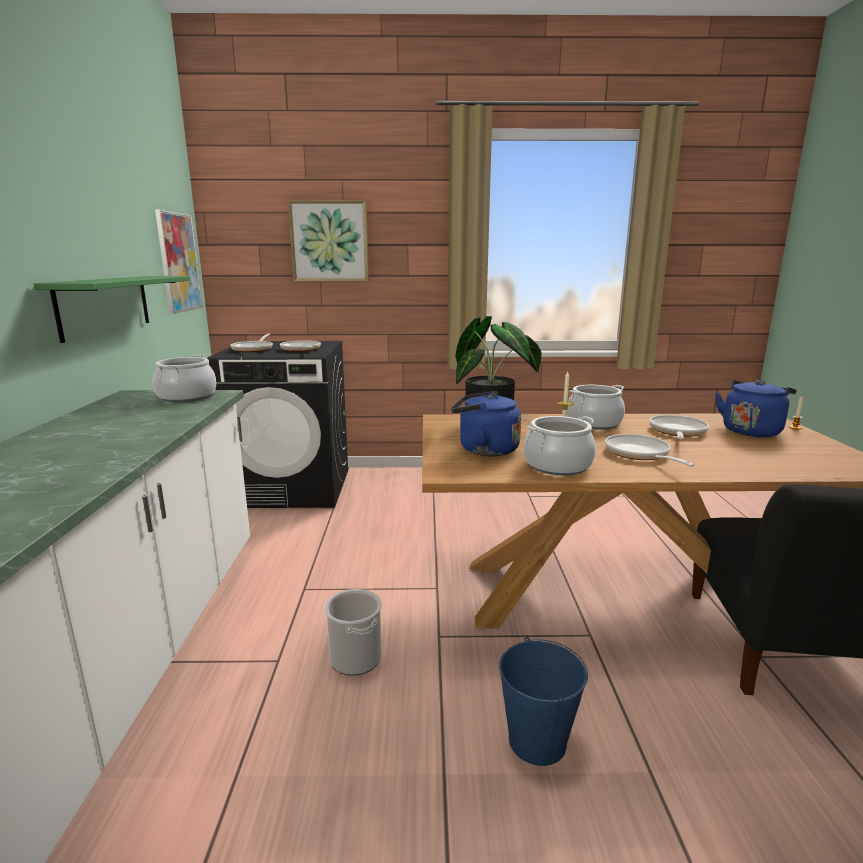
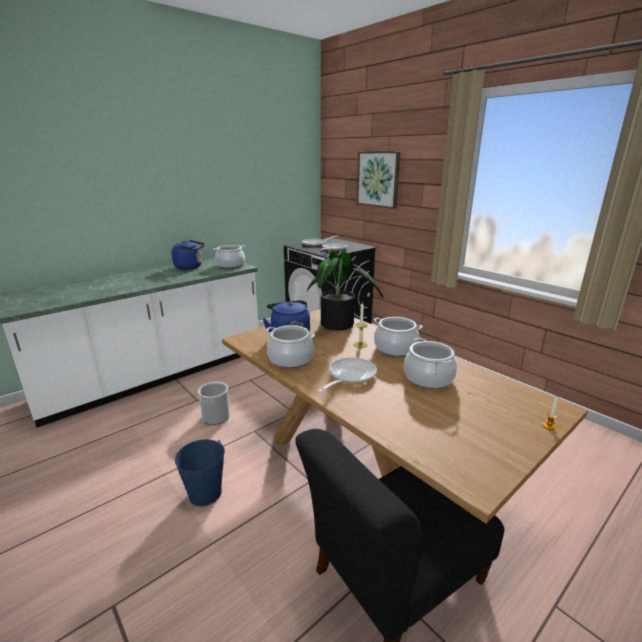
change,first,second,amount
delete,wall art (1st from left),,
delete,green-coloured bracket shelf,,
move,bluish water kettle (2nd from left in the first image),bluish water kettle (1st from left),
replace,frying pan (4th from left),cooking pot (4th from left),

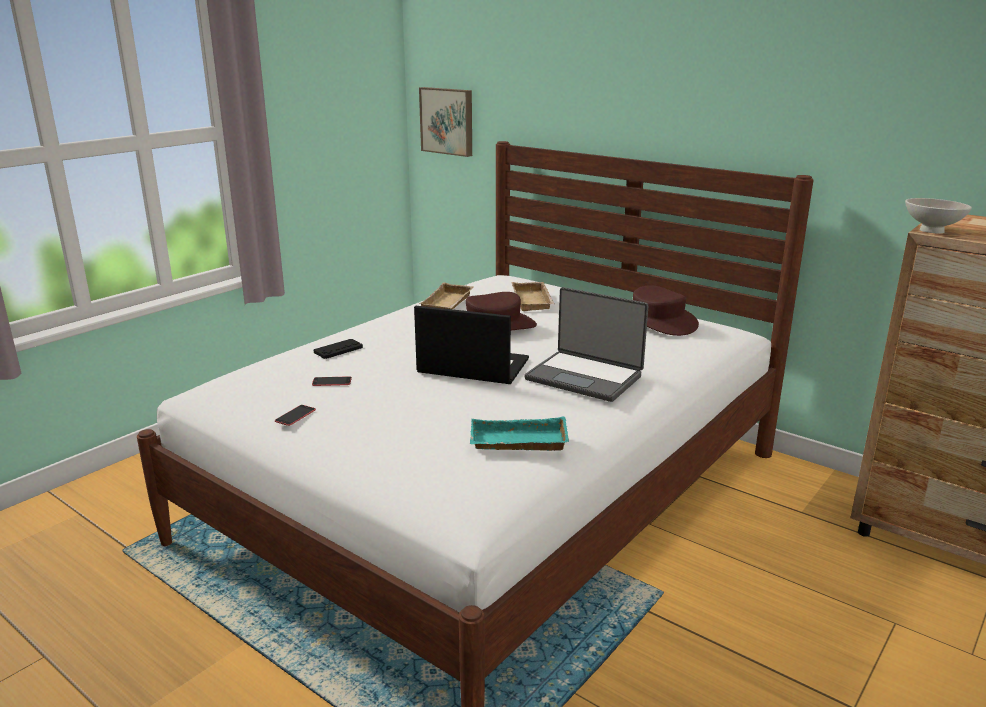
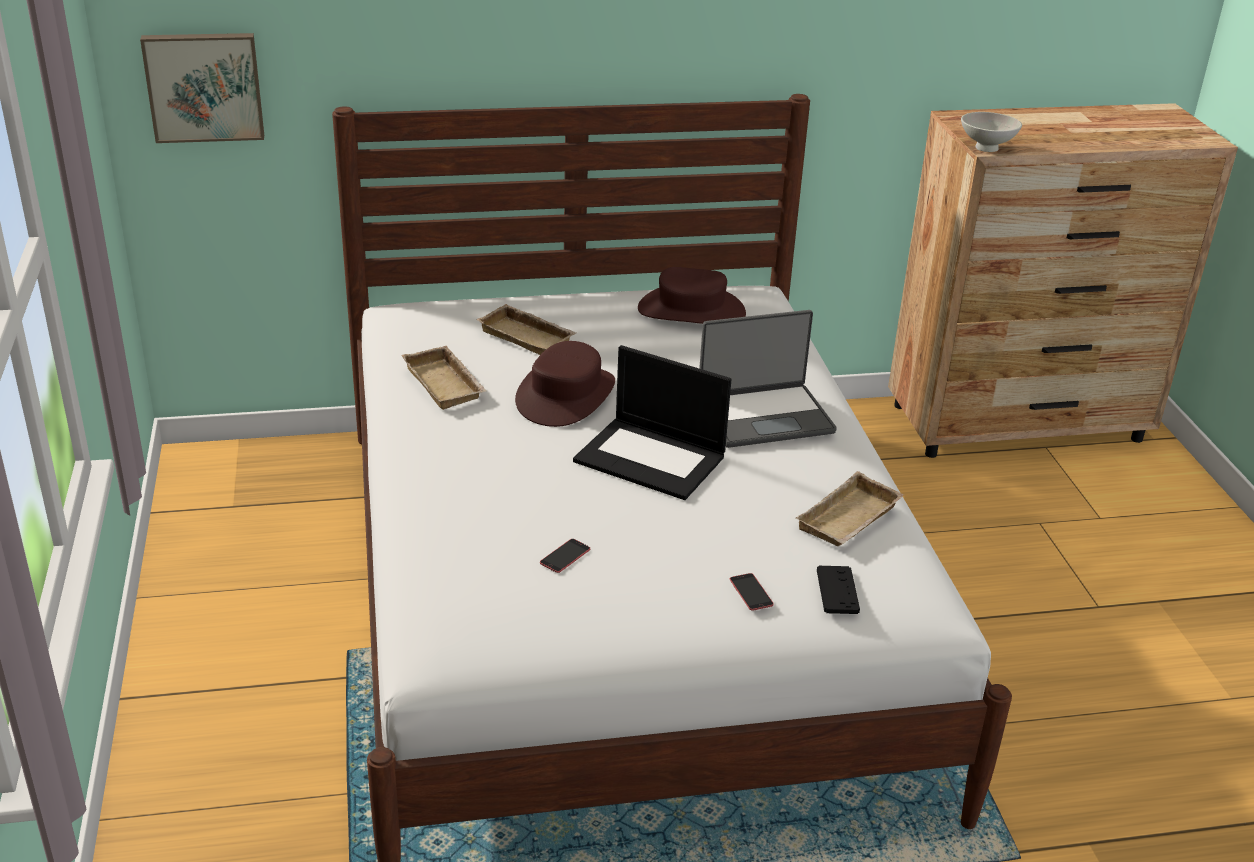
change,first,second,amount
rotate,portable computer (1st from left),,120 degrees counterclockwise
move,blackish joypad,,
move,handset (1st from left in the first image),handset (2nd from left),
recolor,blue-green carrying tray,beige-coloured carrying tray (3rd from left),

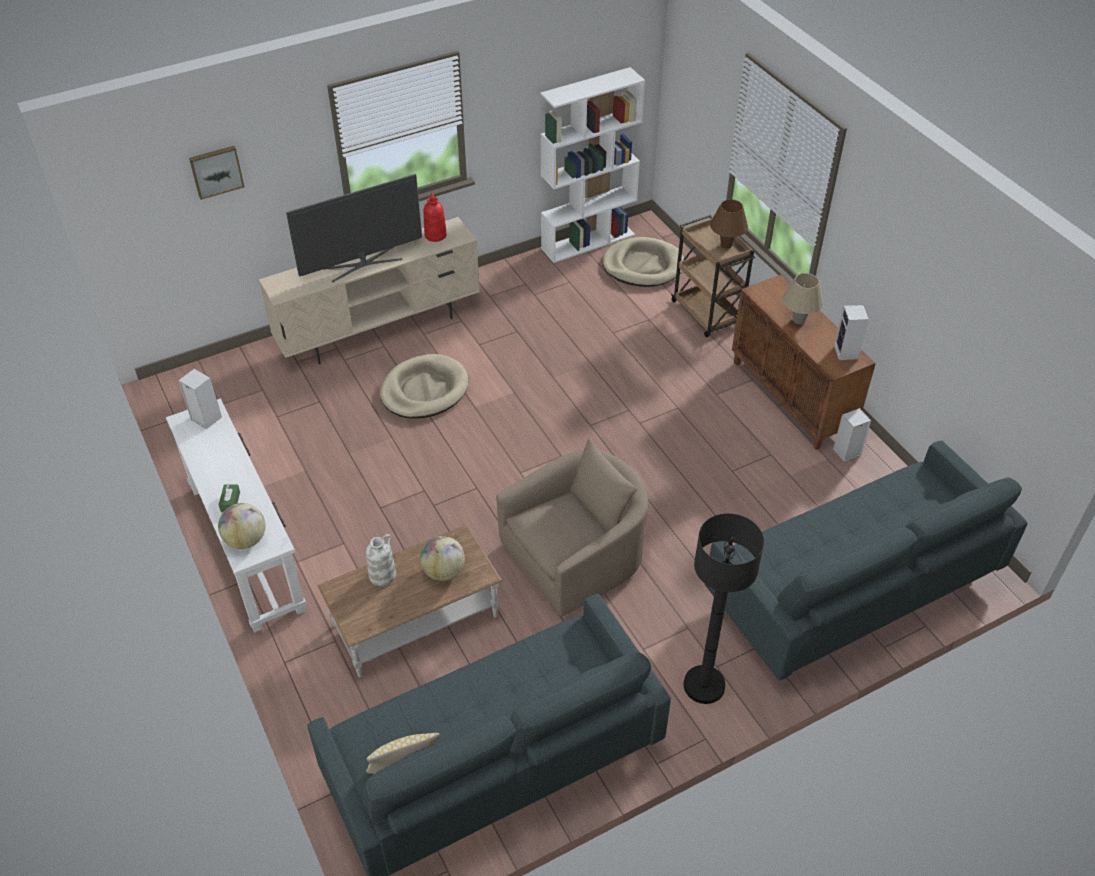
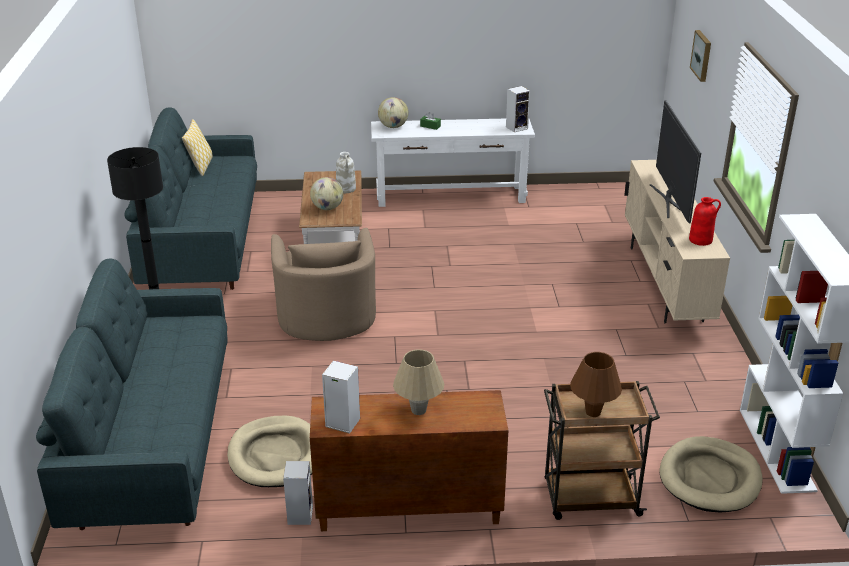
change,first,second,amount
move,beige-coloured dog bed (1st from left),,

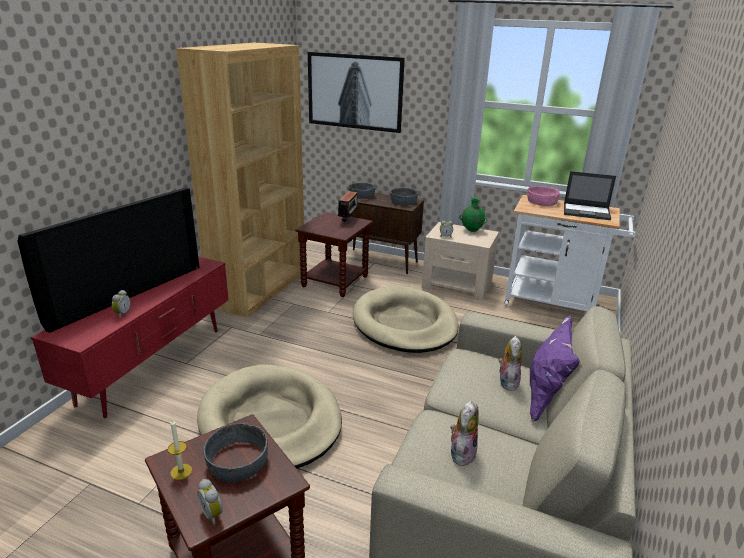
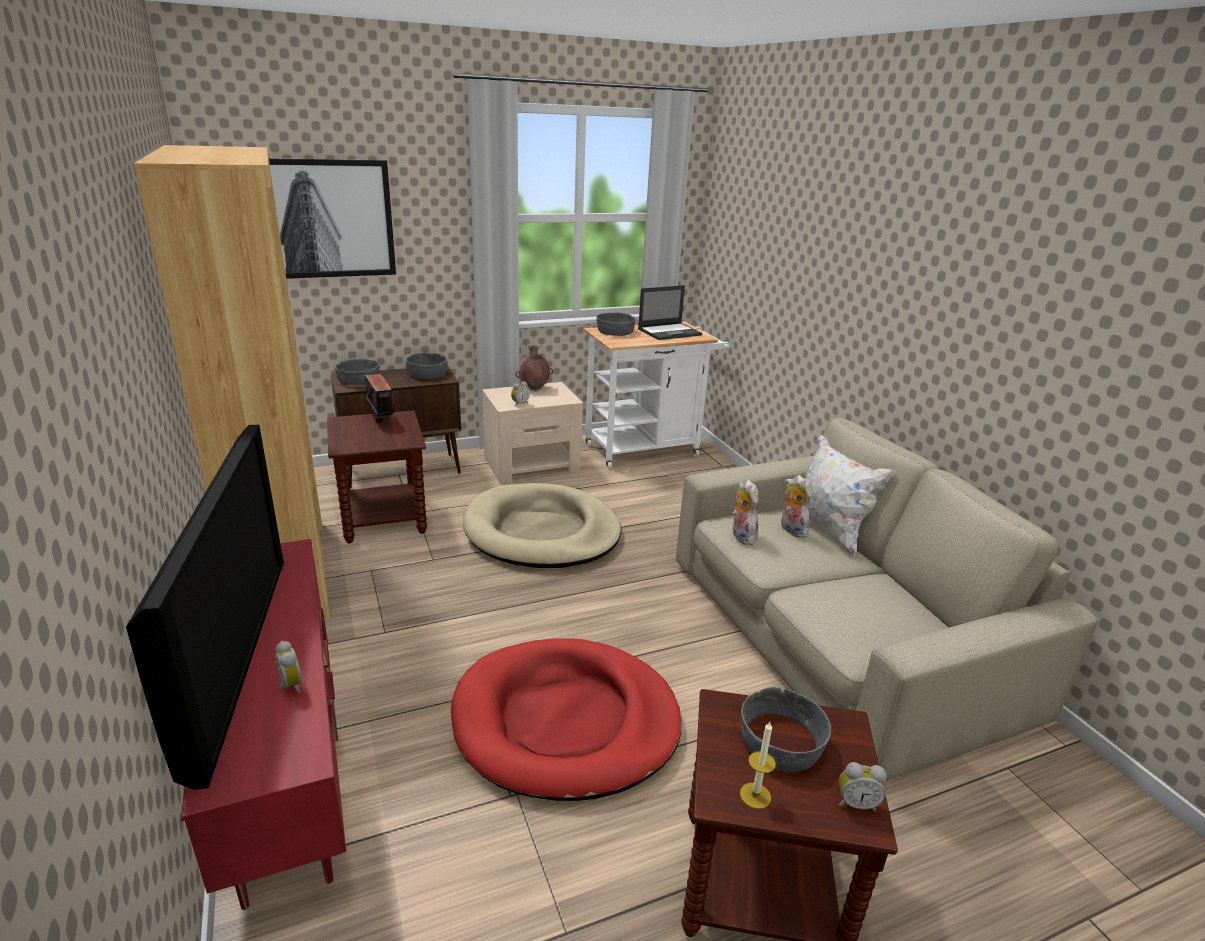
change,first,second,amount
recolor,pinkish deep dish,gray deep dish (3rd from left),
recolor,green-coloured flower vase,brown flower vase,
recolor,purple-coloured pillow,whitish pillow,
recolor,beige-coloured dog bed (1st from left),red-coloured dog bed,
move,cuddly toy (1st from left),,

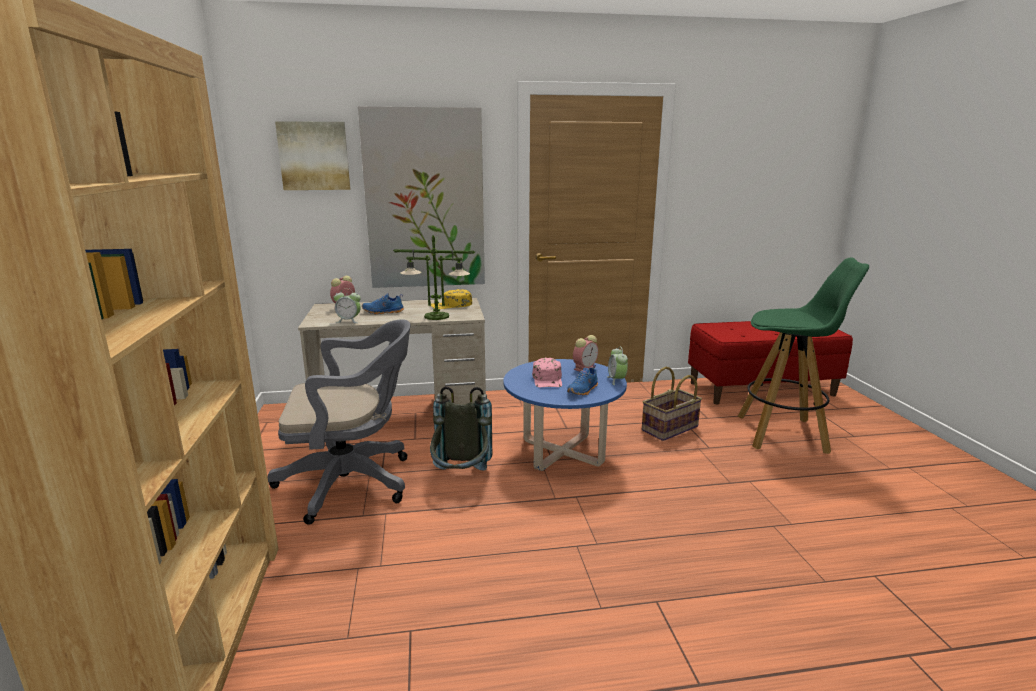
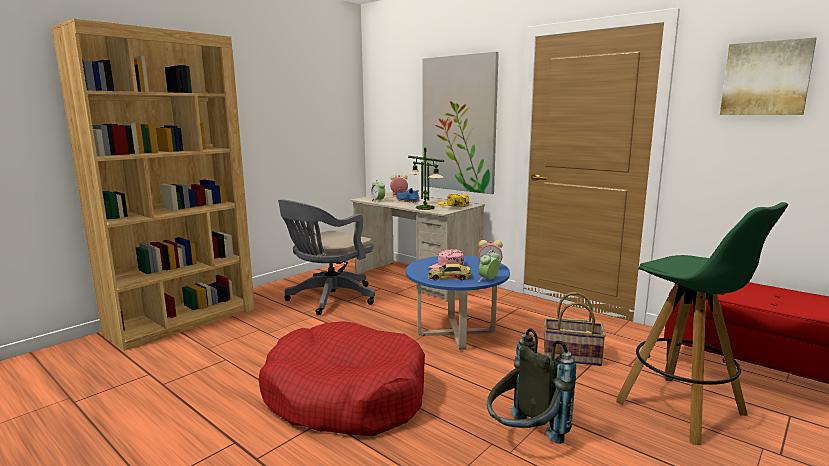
change,first,second,amount
move,wall art (1st from left in the first image),wall art (2nd from left),
rotate,gray office chair,,90 degrees clockwise
replace,bluish item of footwear (2nd from left),model car,
move,gray knapsack,,
insert,,red-coloured dog bed,

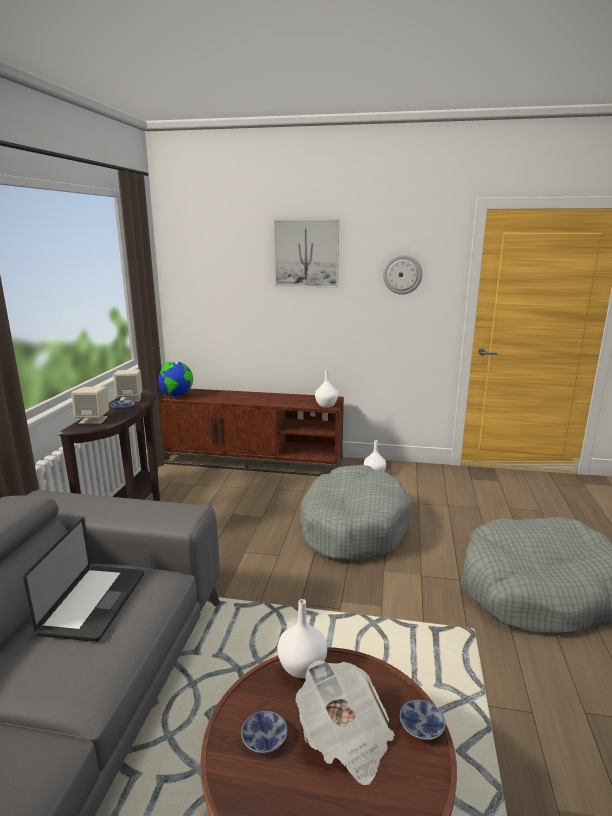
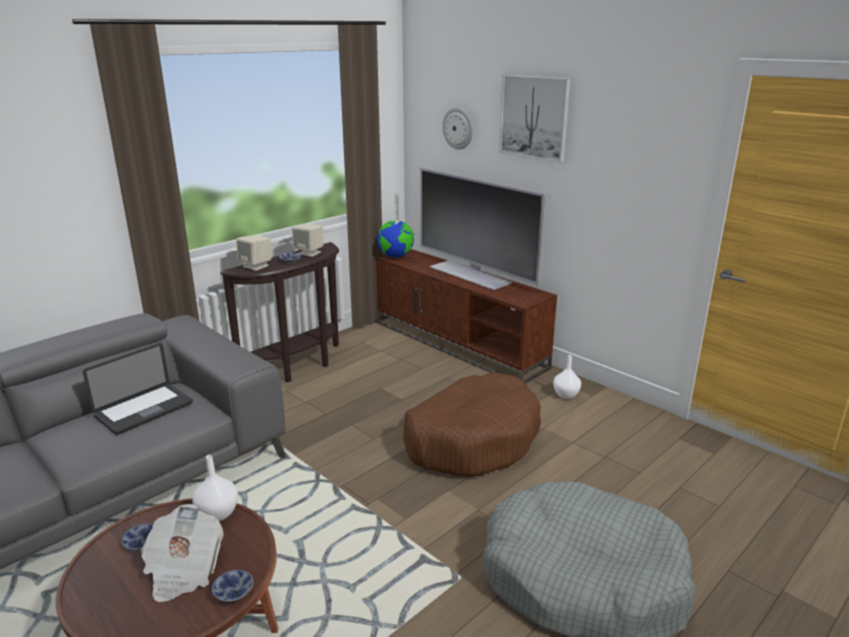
change,first,second,amount
move,wall clock,,
delete,whitish flower vase (2nd from left),,
recolor,gray dog bed (1st from left),brown dog bed,
insert,,TV,

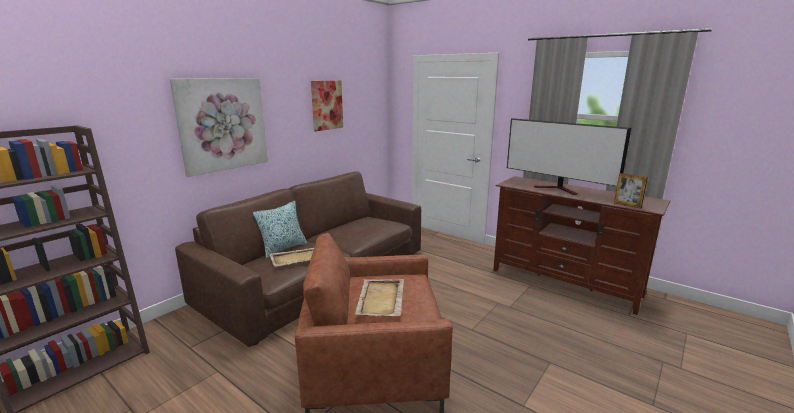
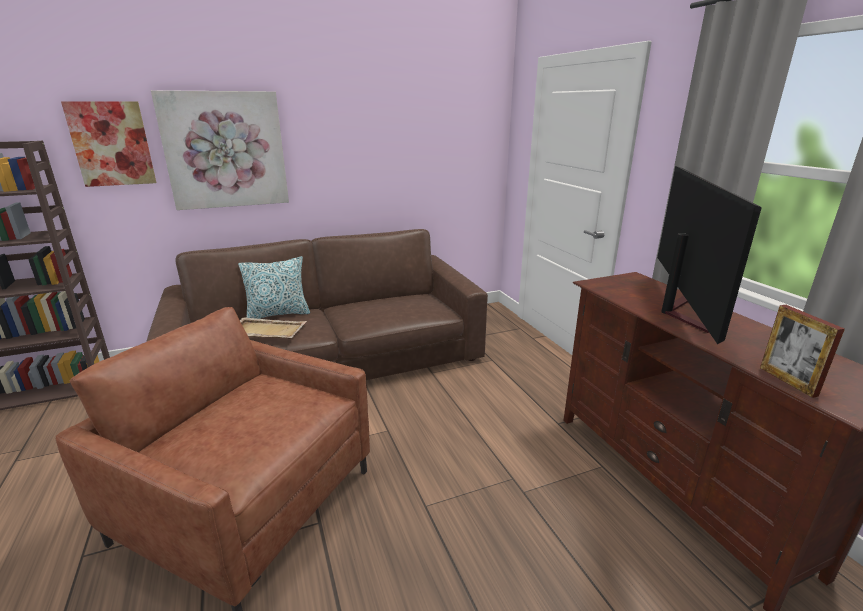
change,first,second,amount
move,wall art (2nd from left in the first image),wall art (1st from left),
rotate,TV,,150 degrees counterclockwise
delete,beige-coloured carrying tray (2nd from left),,

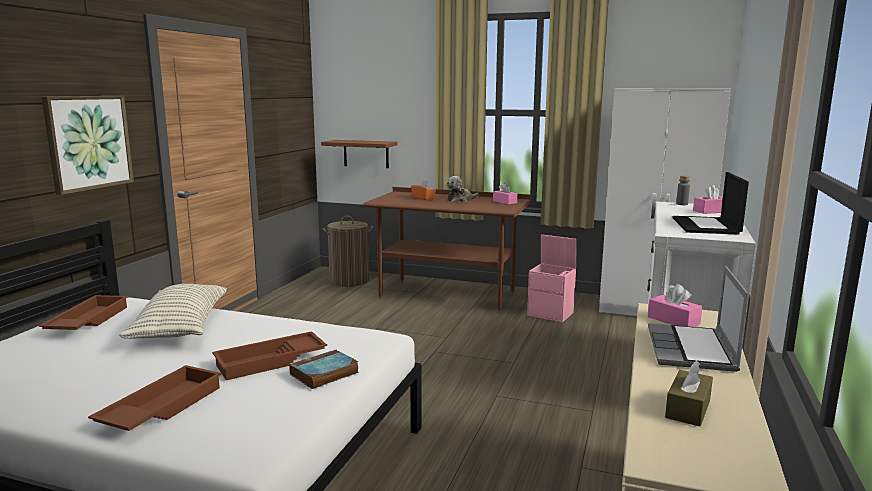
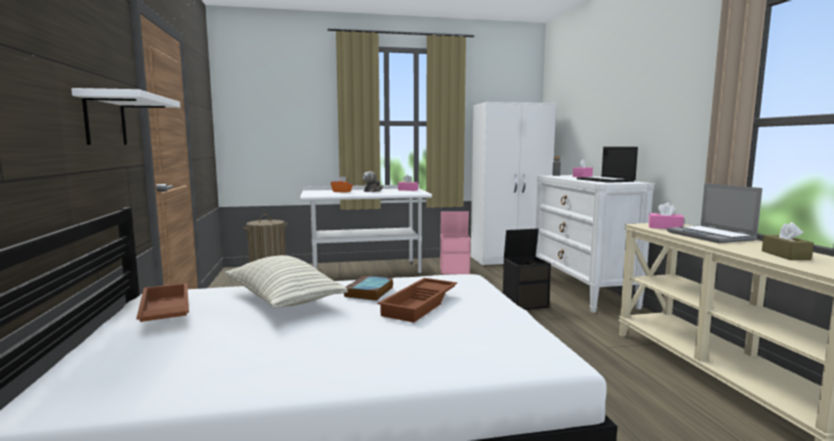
change,first,second,amount
replace,wall art,whitish bracket shelf,
delete,brown bracket shelf,,
recolor,brown desk unit,whitish desk unit,
move,volume,,
delete,brown carrying tray (2nd from left),,
insert,,blackish storage container,

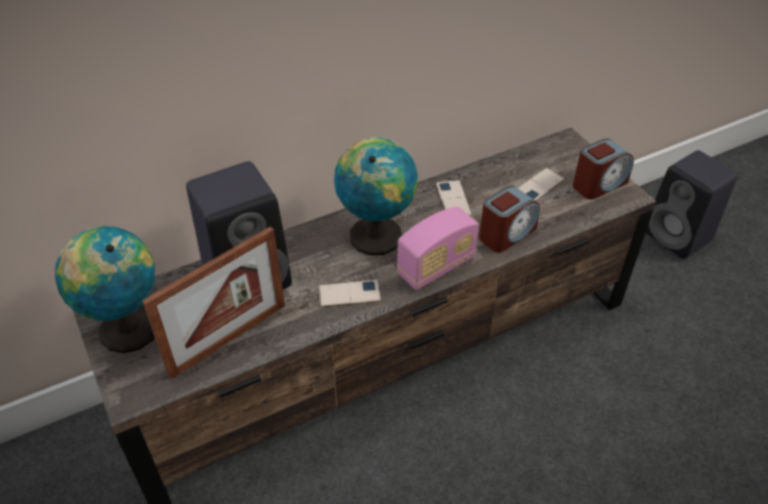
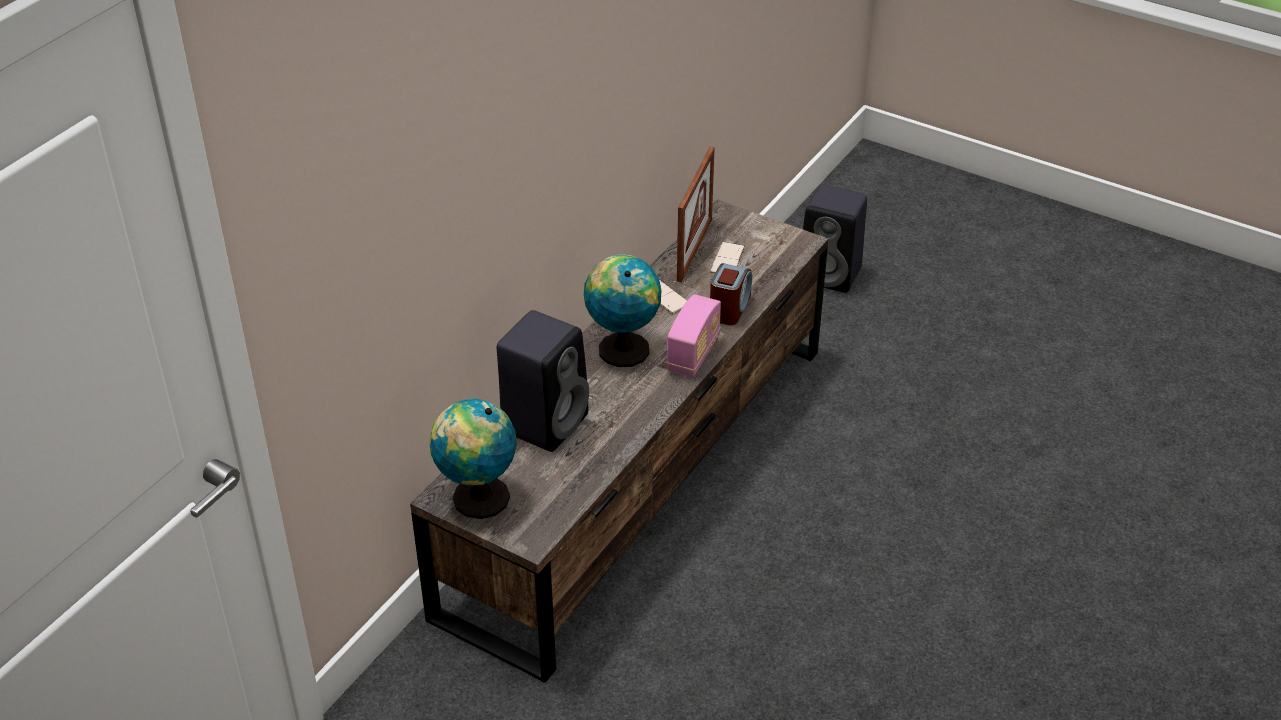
change,first,second,amount
delete,table clock (2nd from left),,
move,picture frame,,
delete,handset (1st from left),,

